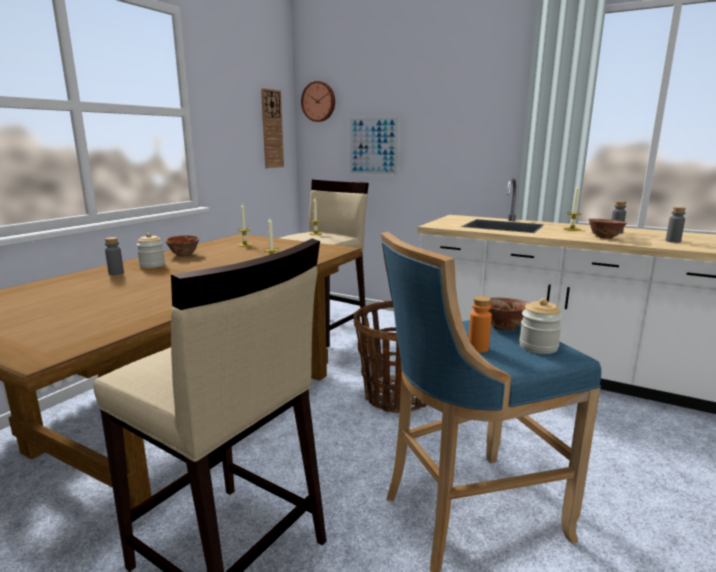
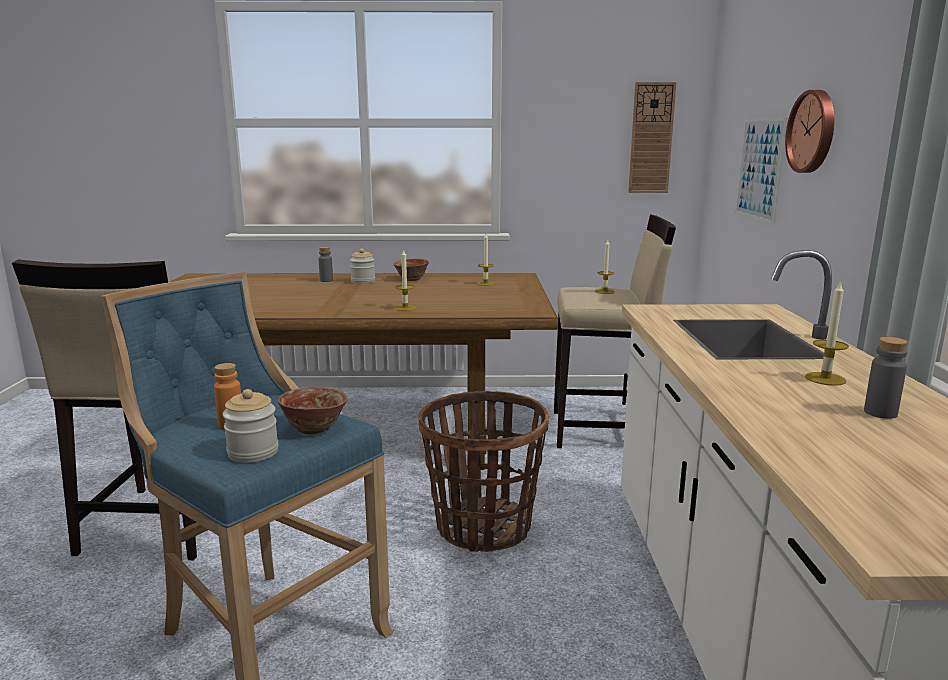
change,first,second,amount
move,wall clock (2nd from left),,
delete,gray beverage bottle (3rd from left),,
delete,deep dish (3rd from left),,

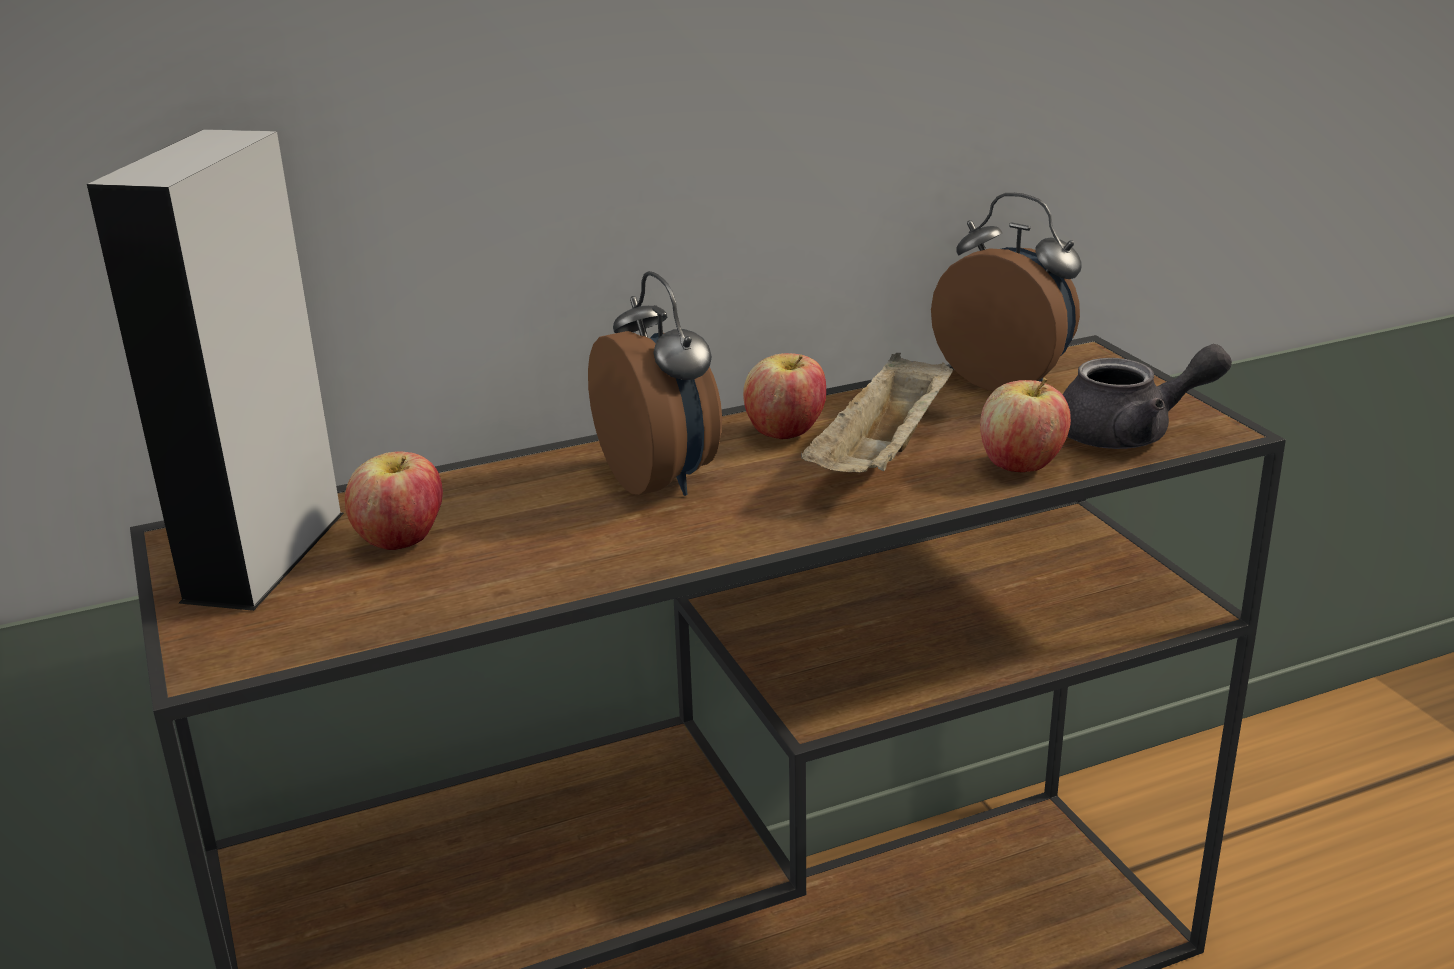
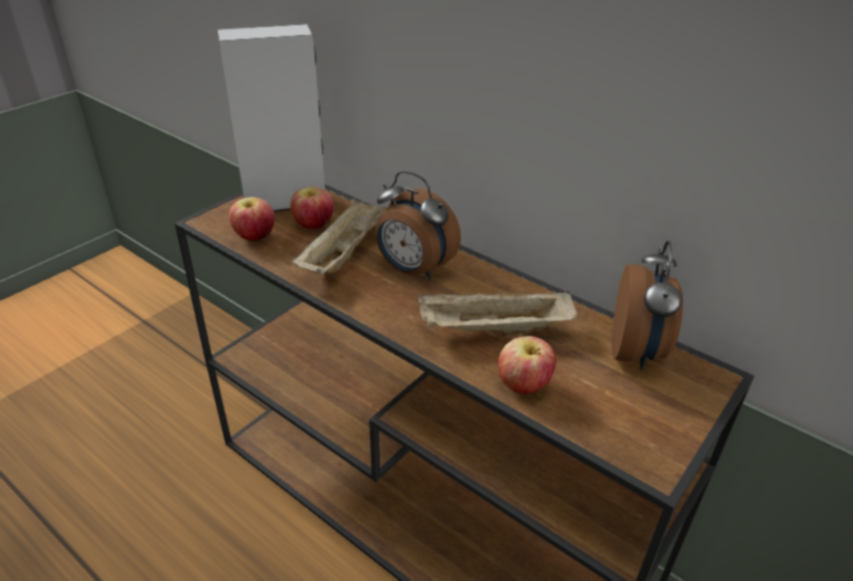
change,first,second,amount
rotate,table clock (1st from left),,90 degrees clockwise
delete,gray teapot,,
move,whole apple (2nd from left in the first image),whole apple (1st from left),
insert,,beige-coloured carrying tray (1st from left),

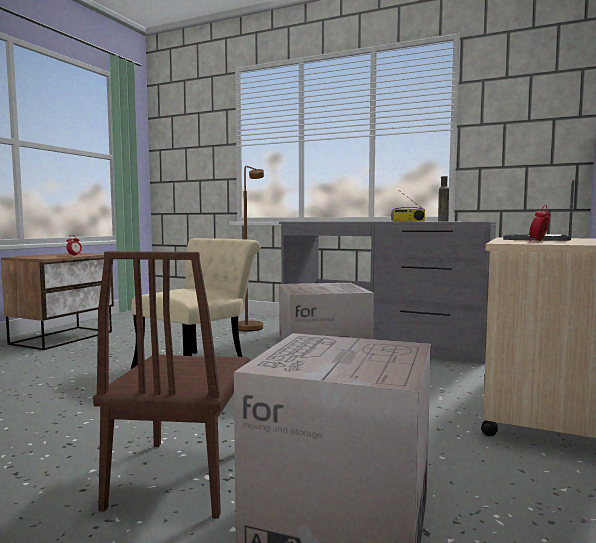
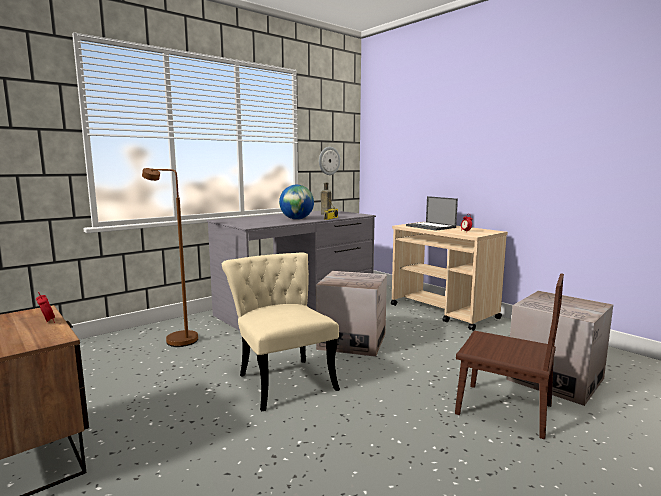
change,first,second,amount
insert,,wall clock,
insert,,desk globe,

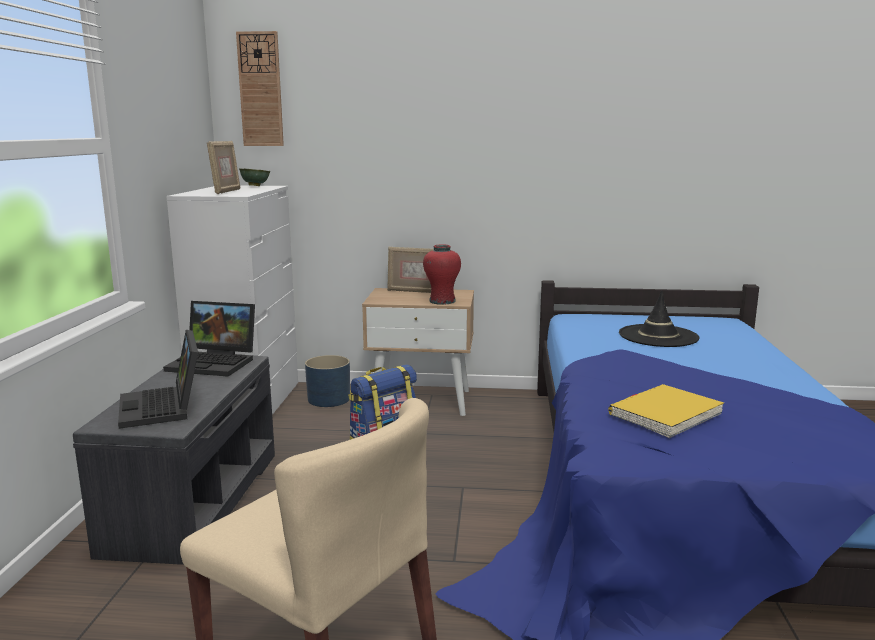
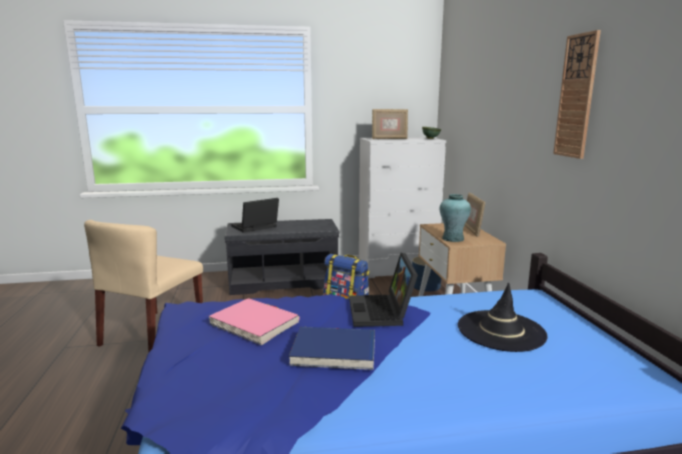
change,first,second,amount
move,wall clock,,
recolor,red-coloured flower vase,blue-green flower vase,
move,portable computer (2nd from left),,
recolor,yellow-coloured volume,pinkish volume,
insert,,bluish volume,

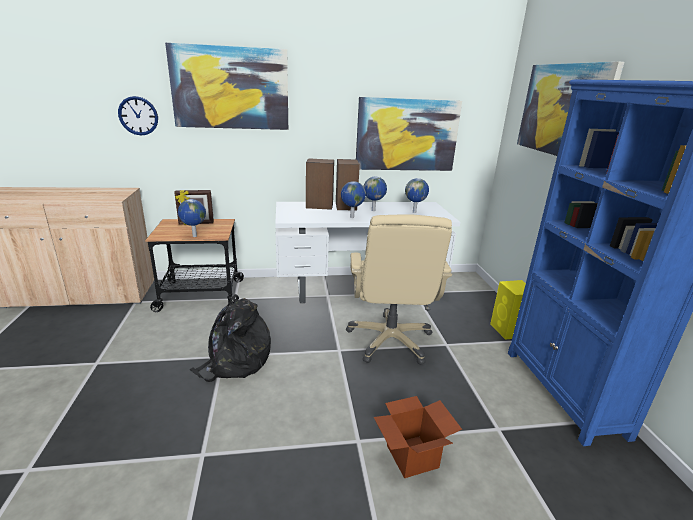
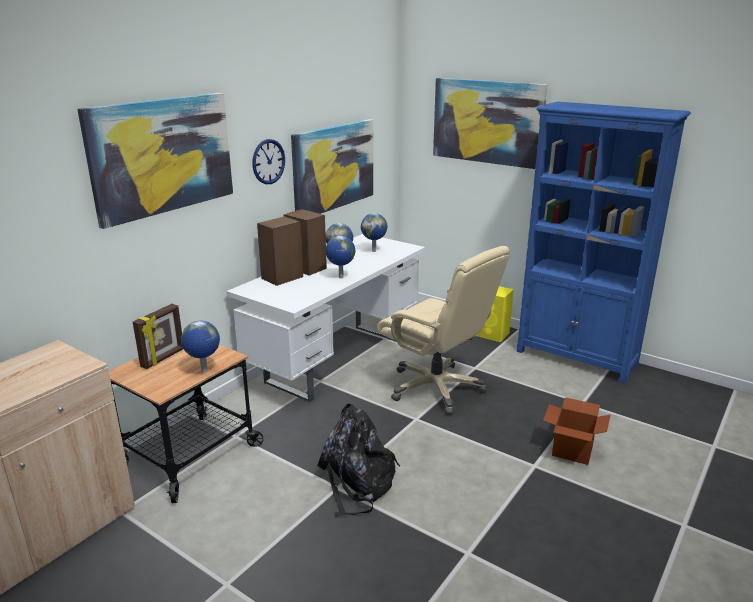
change,first,second,amount
move,wall clock,,

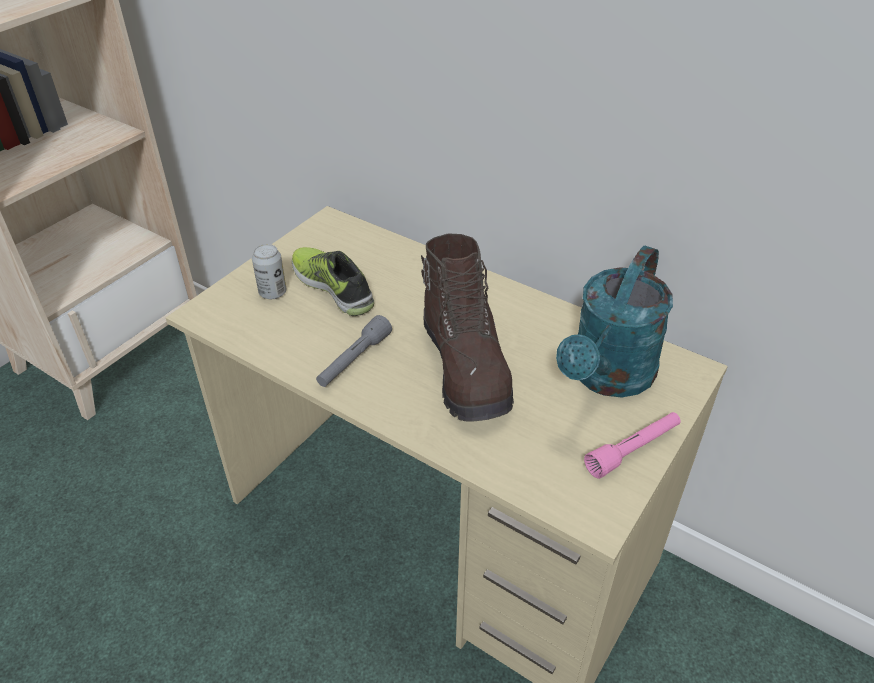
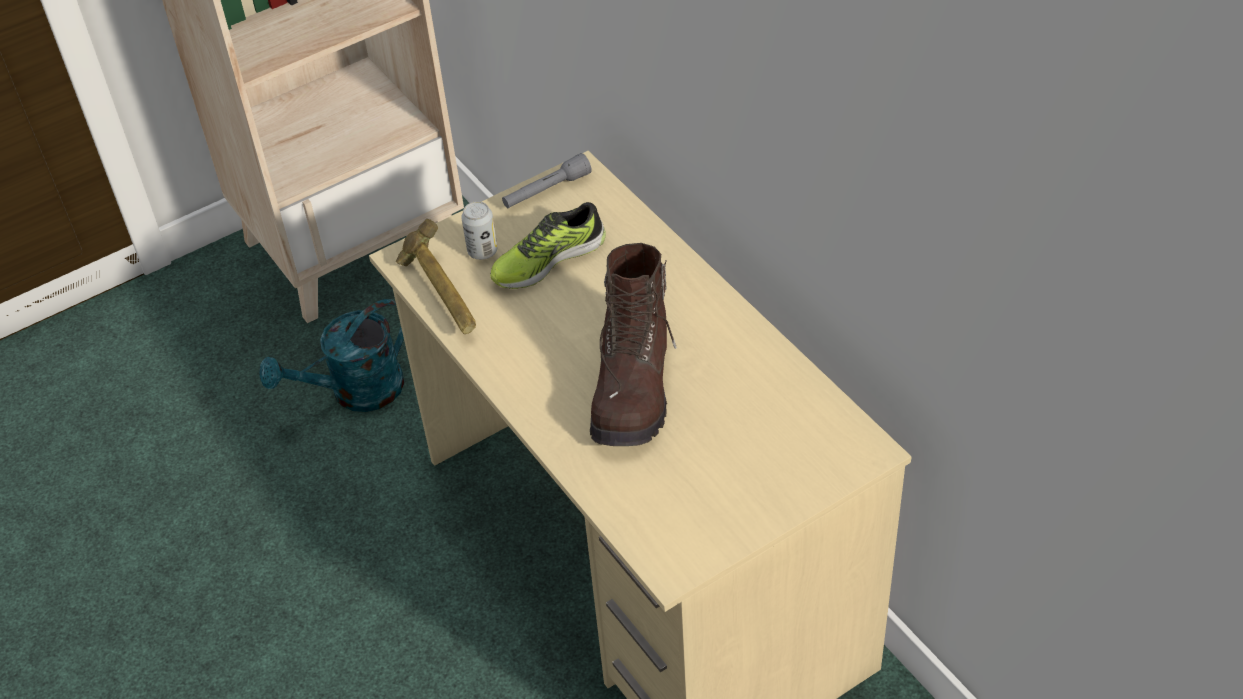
change,first,second,amount
move,blue-green watering can,,
rotate,item of footwear,,105 degrees counterclockwise
move,gray hand torch,,
delete,pinkish hand torch,,
insert,,hammer,

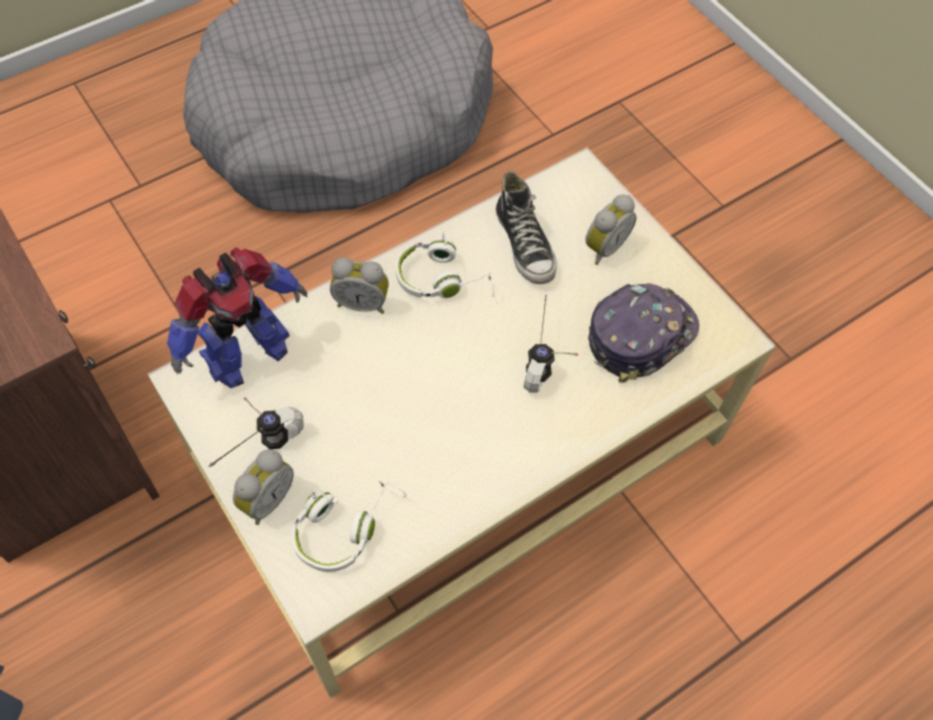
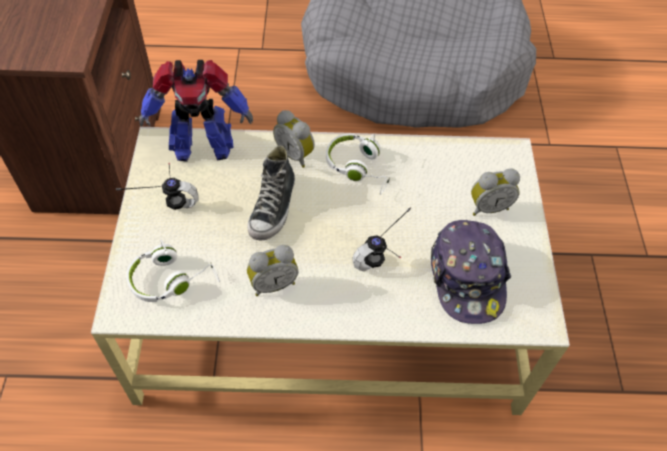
change,first,second,amount
move,item of footwear,,
rotate,cap,,90 degrees clockwise
move,table clock (1st from left),,

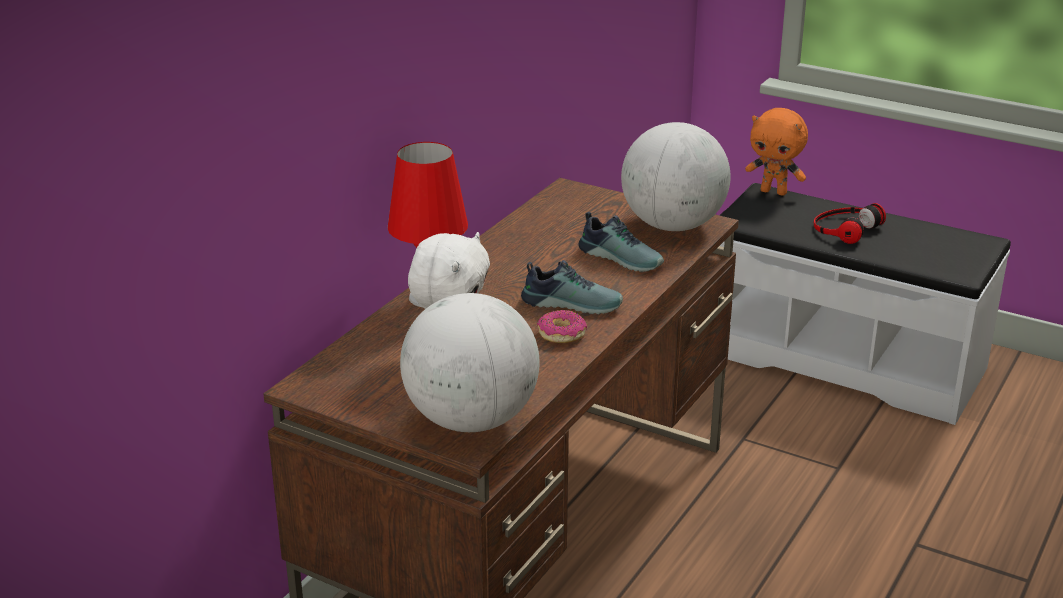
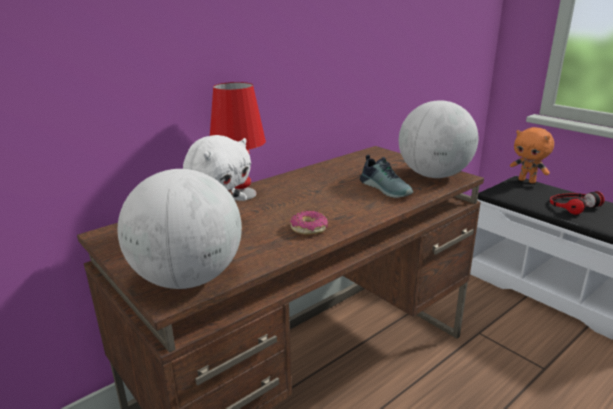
change,first,second,amount
delete,item of footwear (1st from left),,

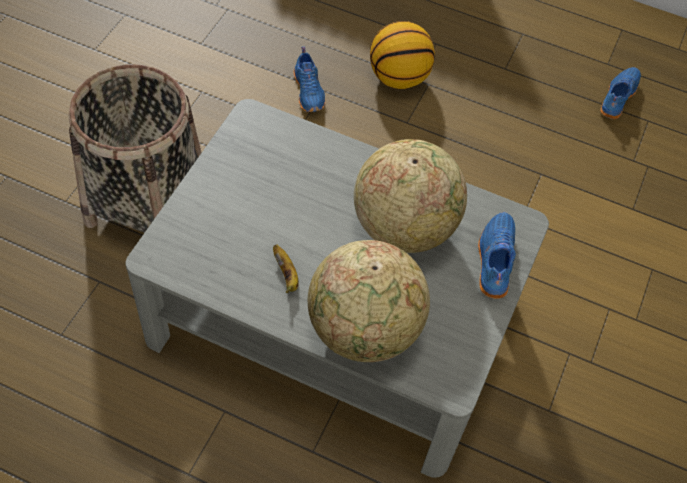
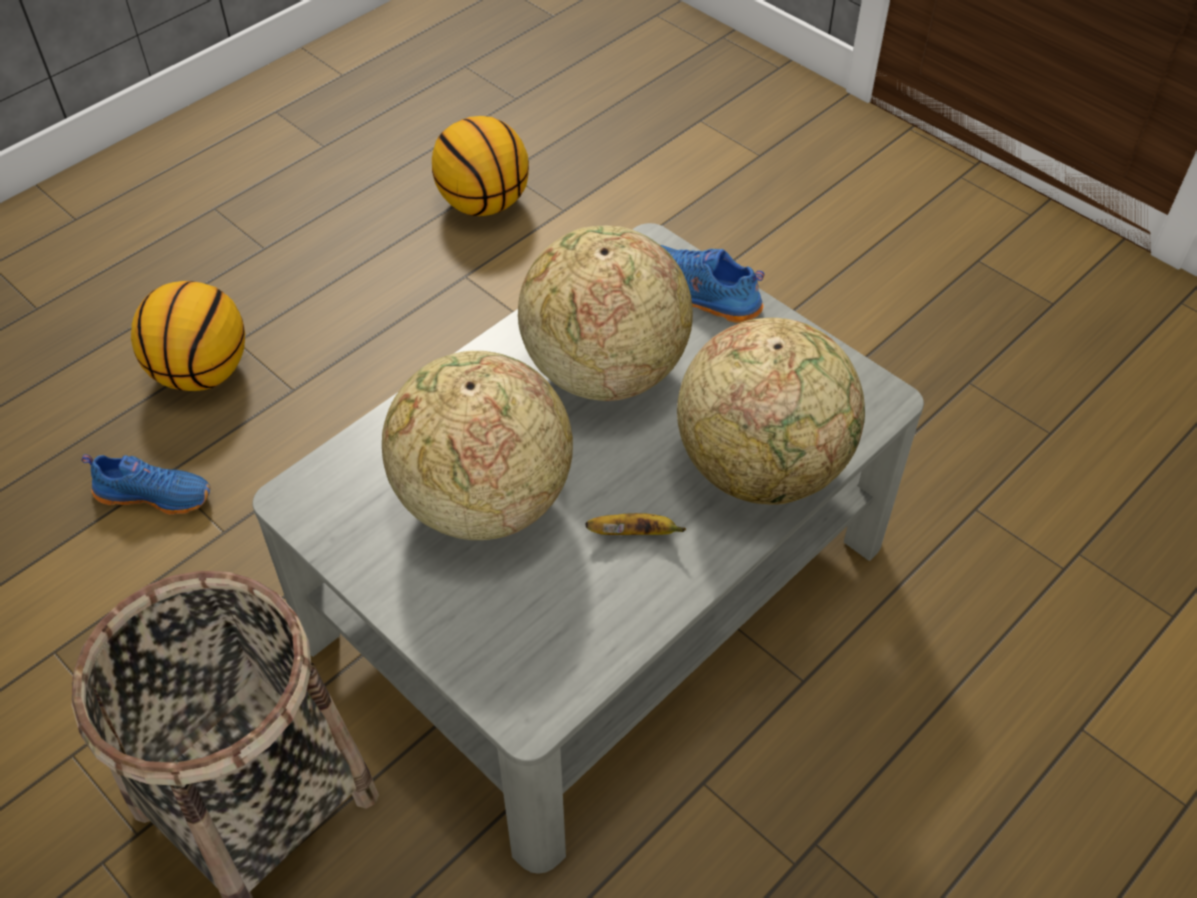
change,first,second,amount
delete,bluish item of footwear (3rd from left),,
insert,,basketball ball (2nd from left),
insert,,desk globe (1st from left),

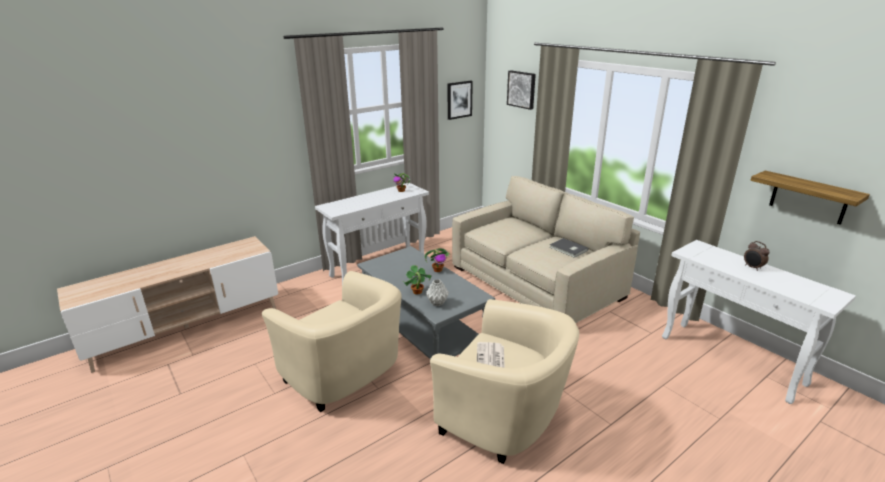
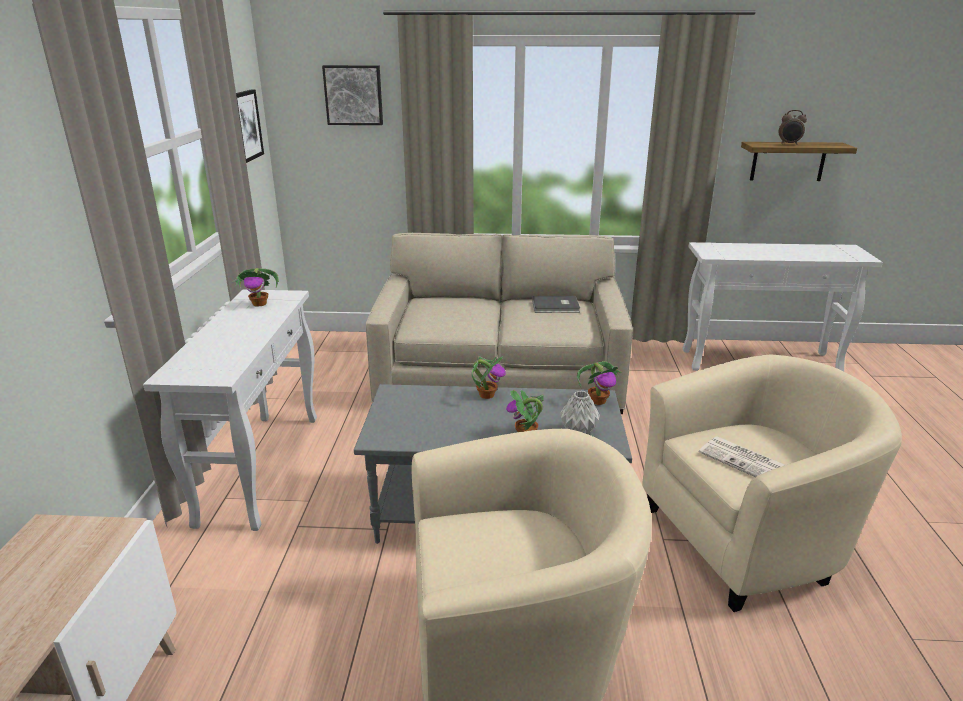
change,first,second,amount
move,table clock,,
insert,,potted plant (4th from left),

